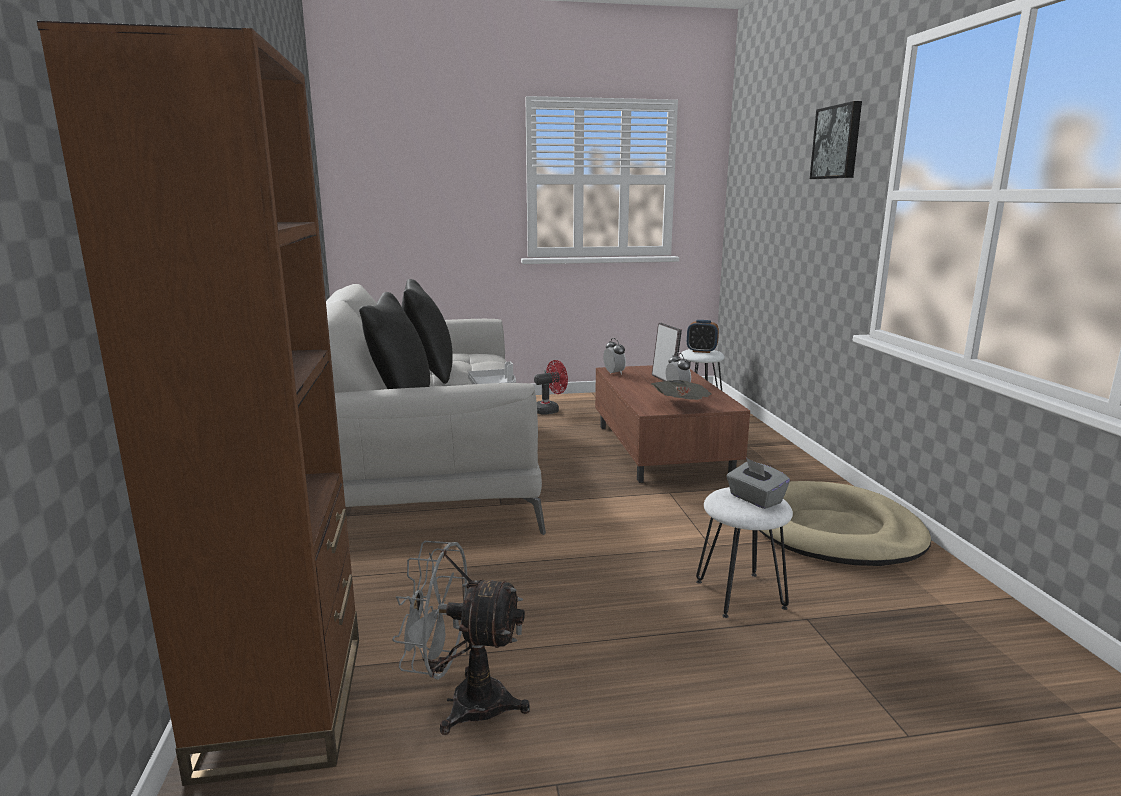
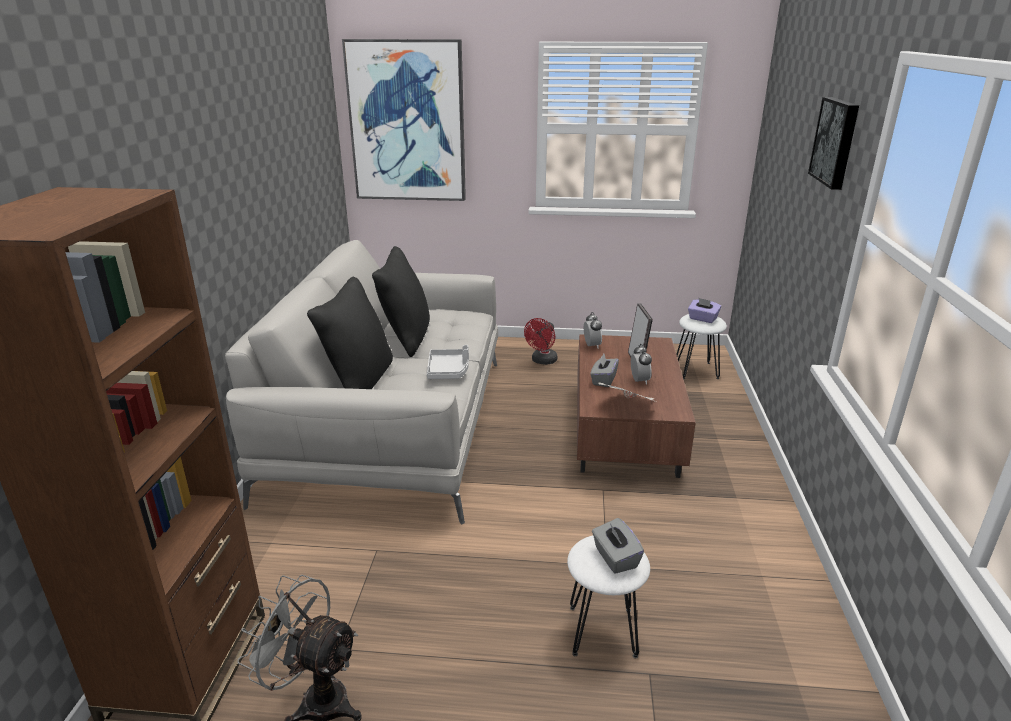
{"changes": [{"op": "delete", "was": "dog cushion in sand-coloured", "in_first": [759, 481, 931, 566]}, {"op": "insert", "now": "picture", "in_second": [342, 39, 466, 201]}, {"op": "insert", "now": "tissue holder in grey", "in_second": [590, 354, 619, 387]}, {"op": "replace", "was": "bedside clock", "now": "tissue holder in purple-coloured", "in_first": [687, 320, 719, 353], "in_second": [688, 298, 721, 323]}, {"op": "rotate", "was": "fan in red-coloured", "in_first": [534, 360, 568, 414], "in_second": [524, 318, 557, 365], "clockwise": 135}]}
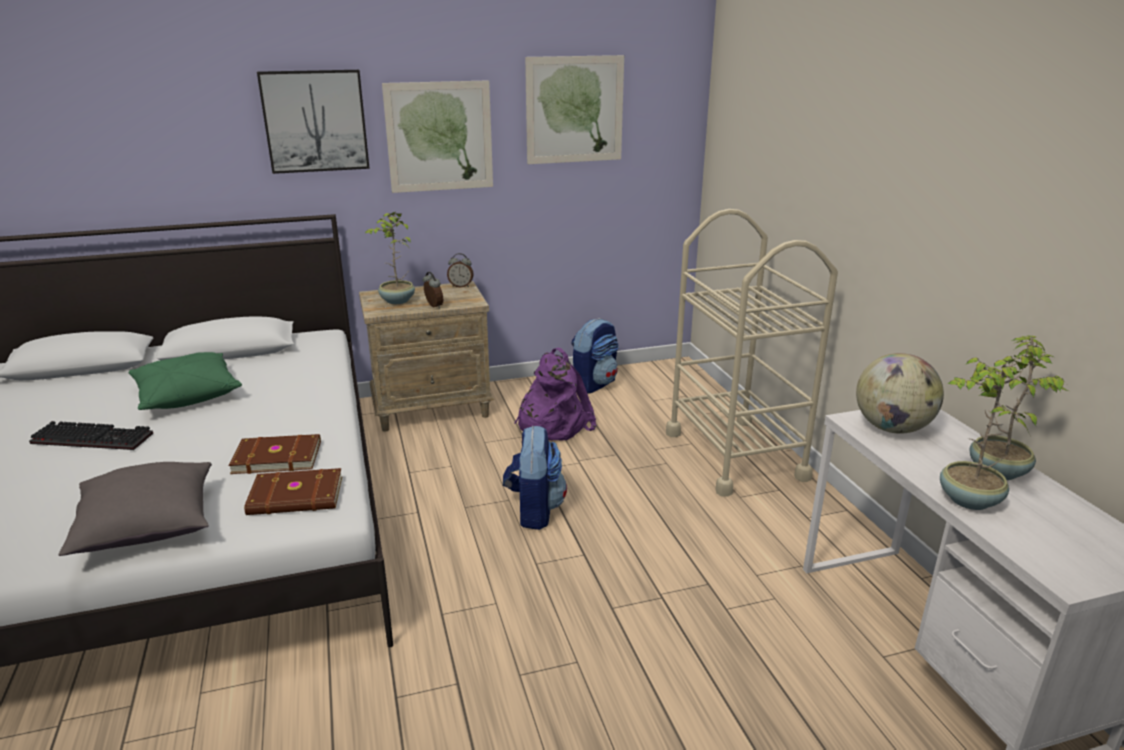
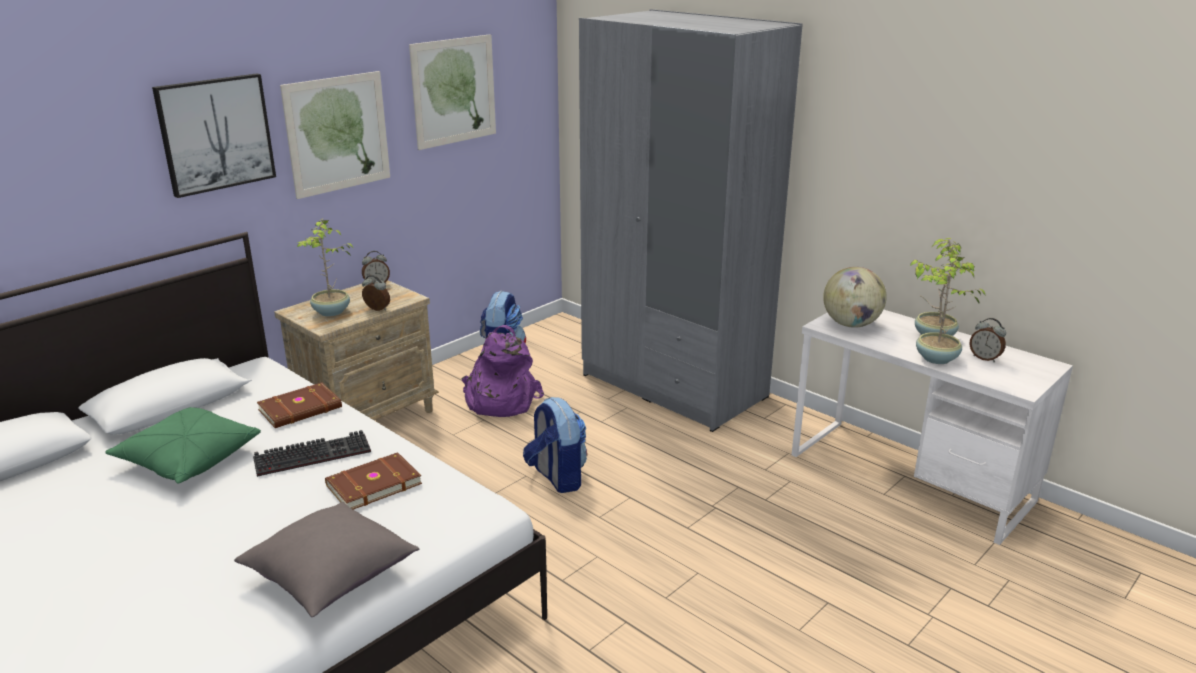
{"changes": [{"op": "insert", "now": "bedside clock", "in_second": [970, 318, 1006, 362]}, {"op": "move", "was": "keyboard", "in_first": [29, 421, 153, 450], "in_second": [253, 430, 371, 477]}, {"op": "move", "was": "volume in brown-coloured", "in_first": [244, 468, 342, 515], "in_second": [257, 383, 342, 428]}, {"op": "replace", "was": "wheeled cart in sand-coloured", "now": "armoire in grey", "in_first": [666, 209, 838, 497], "in_second": [579, 9, 803, 432]}]}
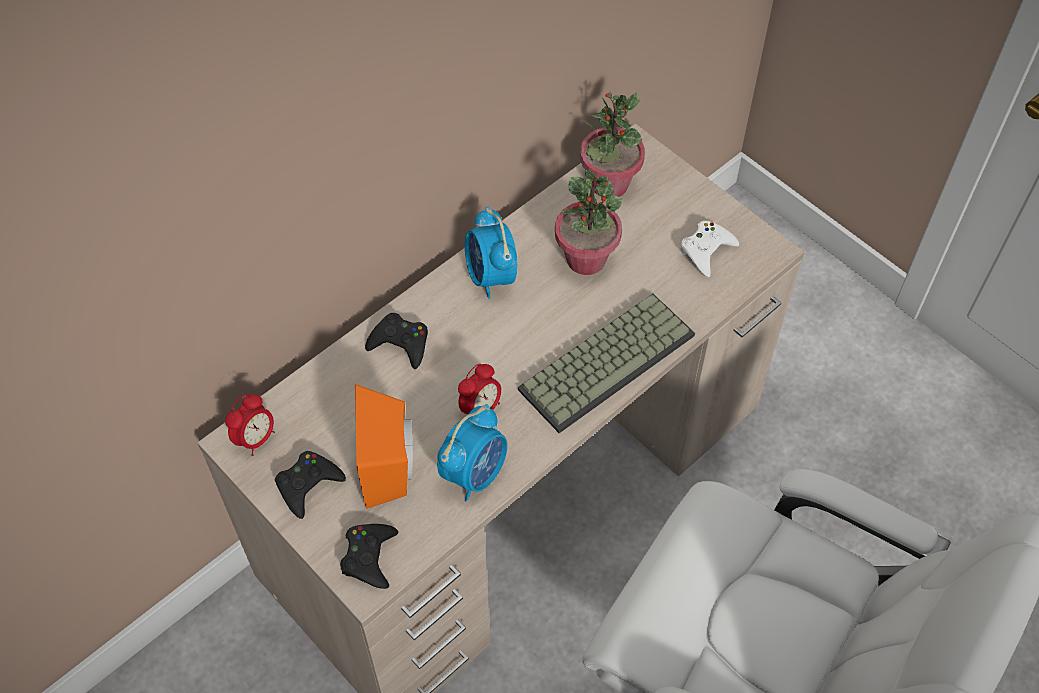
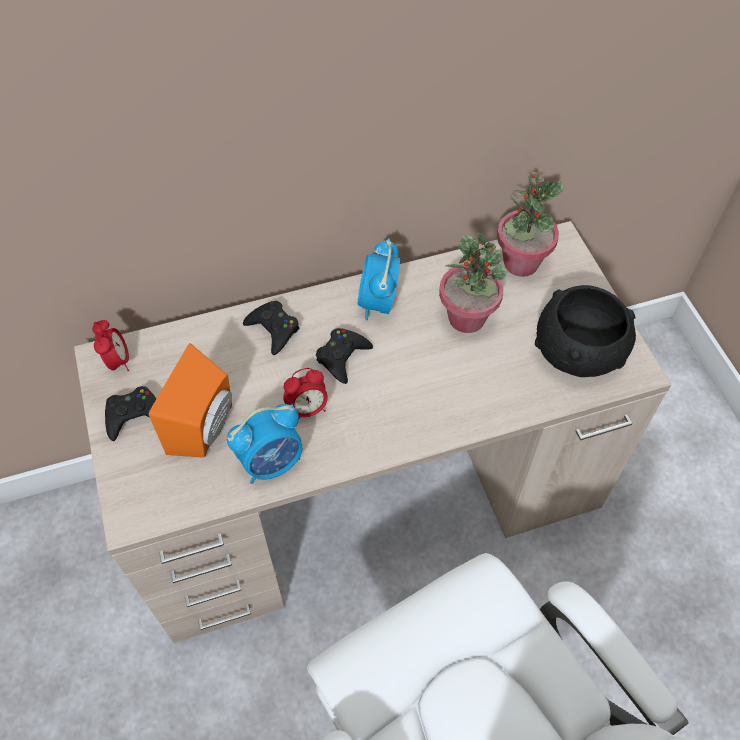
{"changes": [{"op": "delete", "was": "keyboard", "in_first": [518, 294, 695, 433]}, {"op": "move", "was": "game controller in blackish", "in_first": [340, 524, 398, 589], "in_second": [316, 328, 373, 384]}, {"op": "replace", "was": "game controller in white-coloured", "now": "bowl in blackish", "in_first": [680, 221, 739, 277], "in_second": [535, 285, 636, 377]}, {"op": "rotate", "was": "bedside clock", "in_first": [225, 394, 275, 456], "in_second": [92, 320, 129, 371], "clockwise": -75}]}
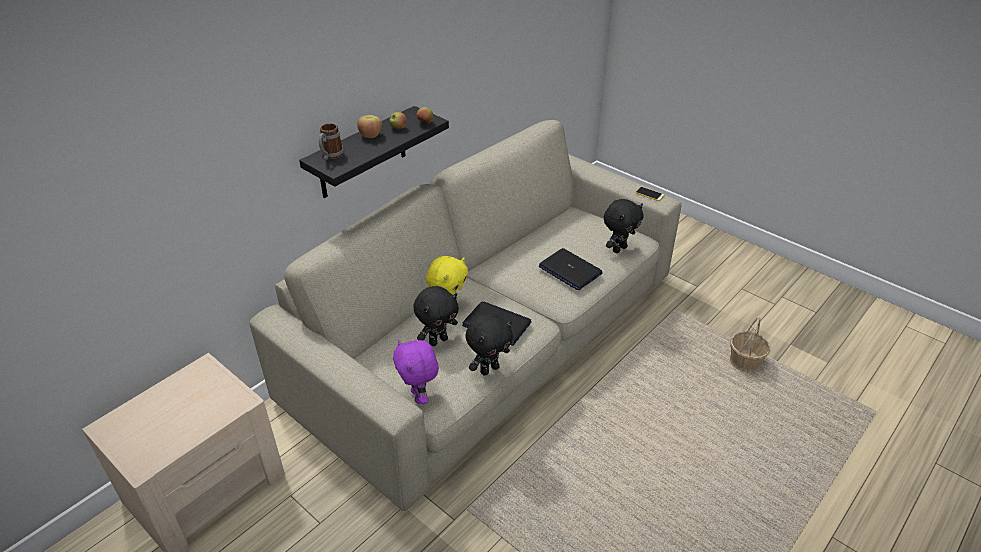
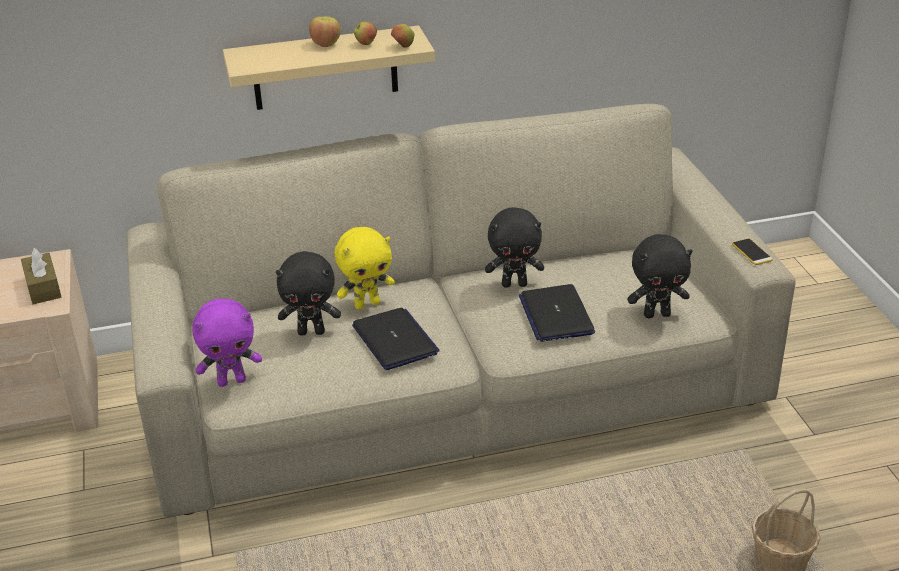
{"changes": [{"op": "delete", "was": "tea mug", "in_first": [319, 123, 344, 160]}, {"op": "insert", "now": "tissue holder in brown-coloured", "in_second": [21, 248, 61, 304]}, {"op": "move", "was": "soft toy in blackish", "in_first": [465, 313, 513, 376], "in_second": [485, 207, 544, 288]}, {"op": "recolor", "was": "bracket shelf in blackish", "now": "bracket shelf in sand-coloured", "in_first": [299, 106, 449, 198], "in_second": [223, 25, 435, 110]}, {"op": "rotate", "was": "soft toy in purple-coloured", "in_first": [393, 340, 439, 404], "in_second": [192, 299, 262, 387], "clockwise": -120}]}
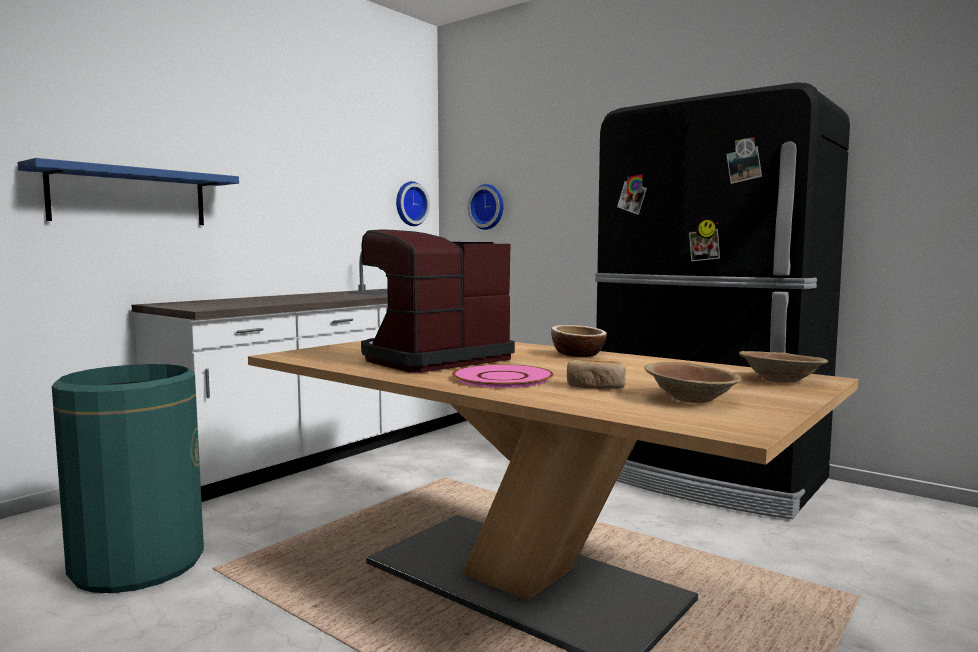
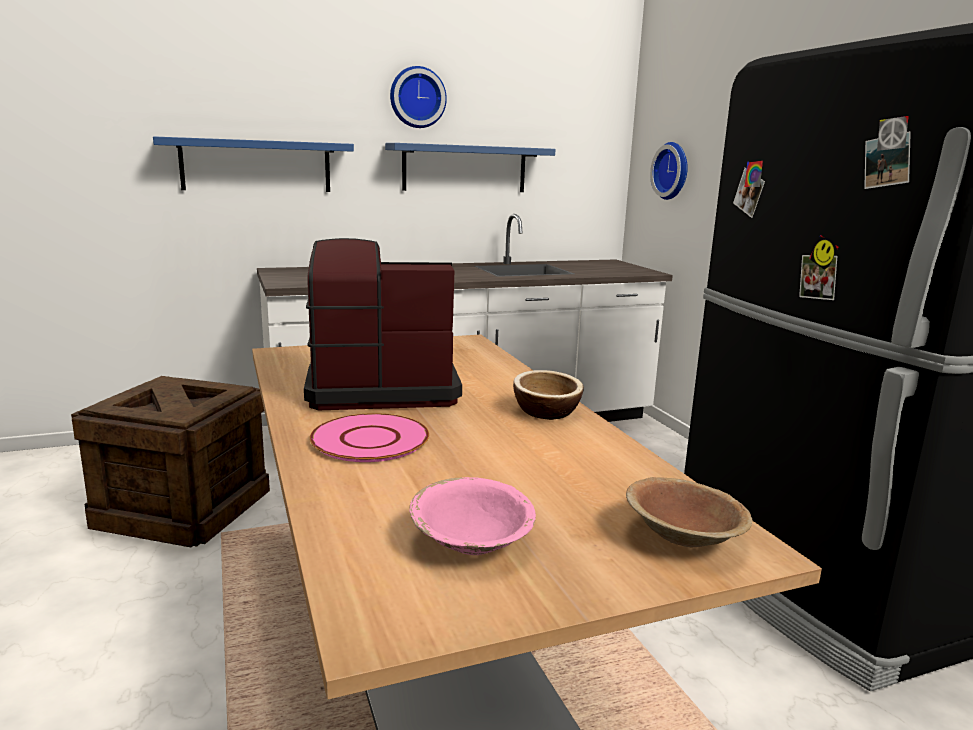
{"changes": [{"op": "delete", "was": "bread", "in_first": [567, 360, 626, 389]}, {"op": "insert", "now": "bracket shelf in blue-coloured", "in_second": [385, 143, 555, 192]}, {"op": "move", "was": "clock on the wall", "in_first": [396, 181, 430, 226], "in_second": [390, 66, 447, 128]}, {"op": "replace", "was": "trash can in greenish", "now": "shipping crate", "in_first": [52, 364, 204, 593], "in_second": [71, 376, 270, 547]}, {"op": "recolor", "was": "bowl in brown-coloured", "now": "bowl in pinkish", "in_first": [644, 362, 742, 403], "in_second": [409, 477, 536, 555]}]}
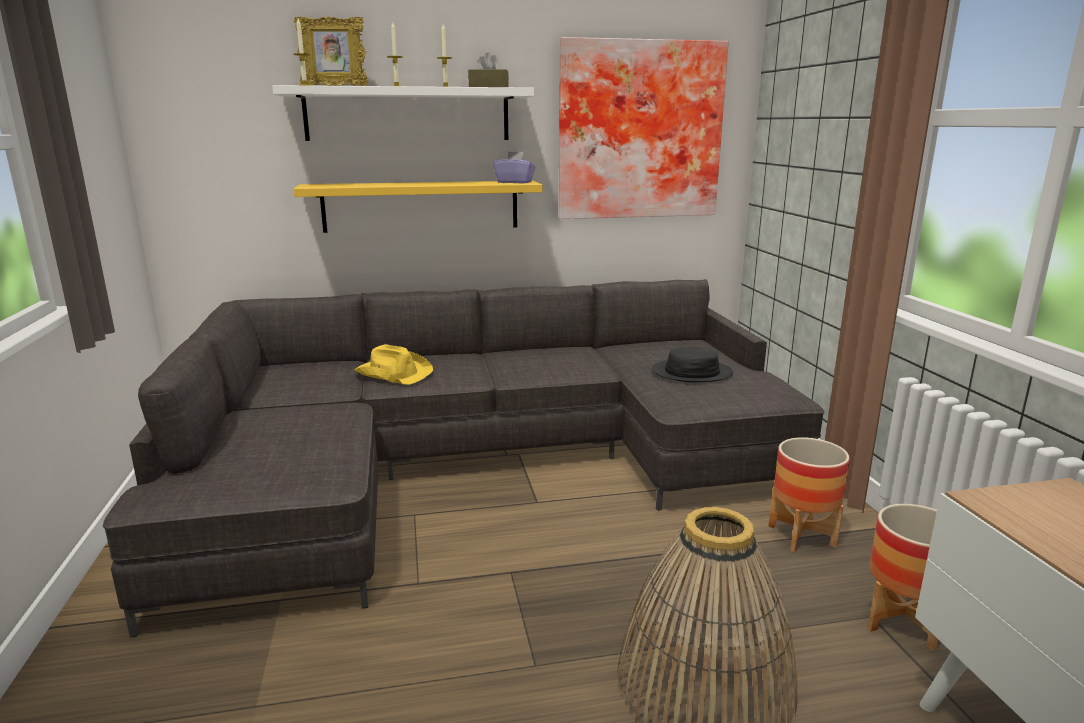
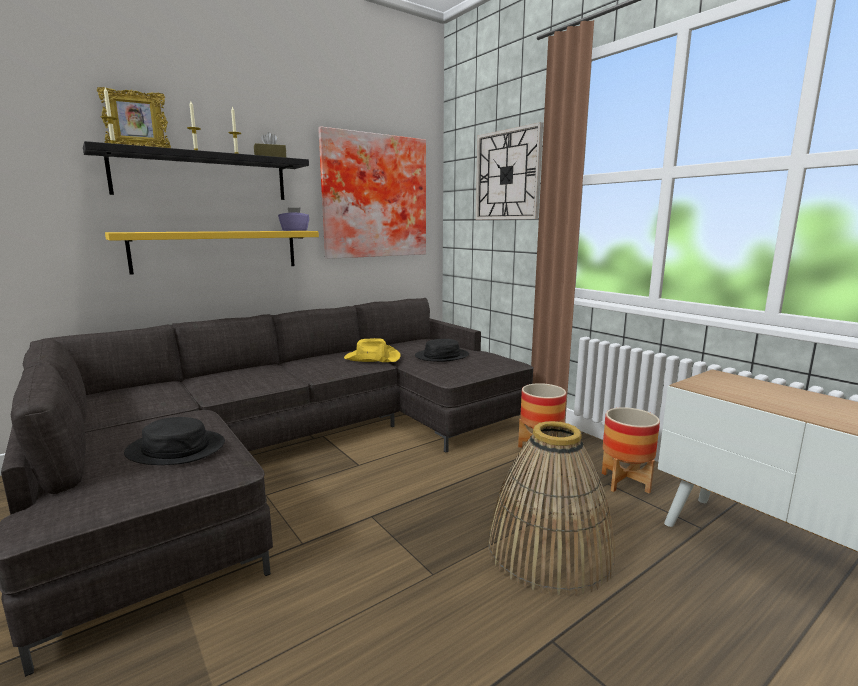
{"changes": [{"op": "insert", "now": "clothing hat in blackish", "in_second": [124, 417, 225, 465]}, {"op": "insert", "now": "clock on the wall", "in_second": [476, 122, 543, 220]}, {"op": "move", "was": "clothing hat in yellow-coloured", "in_first": [354, 344, 433, 385], "in_second": [344, 338, 401, 362]}, {"op": "recolor", "was": "bracket shelf in white-coloured", "now": "bracket shelf in blackish", "in_first": [272, 85, 534, 141], "in_second": [83, 141, 309, 200]}]}
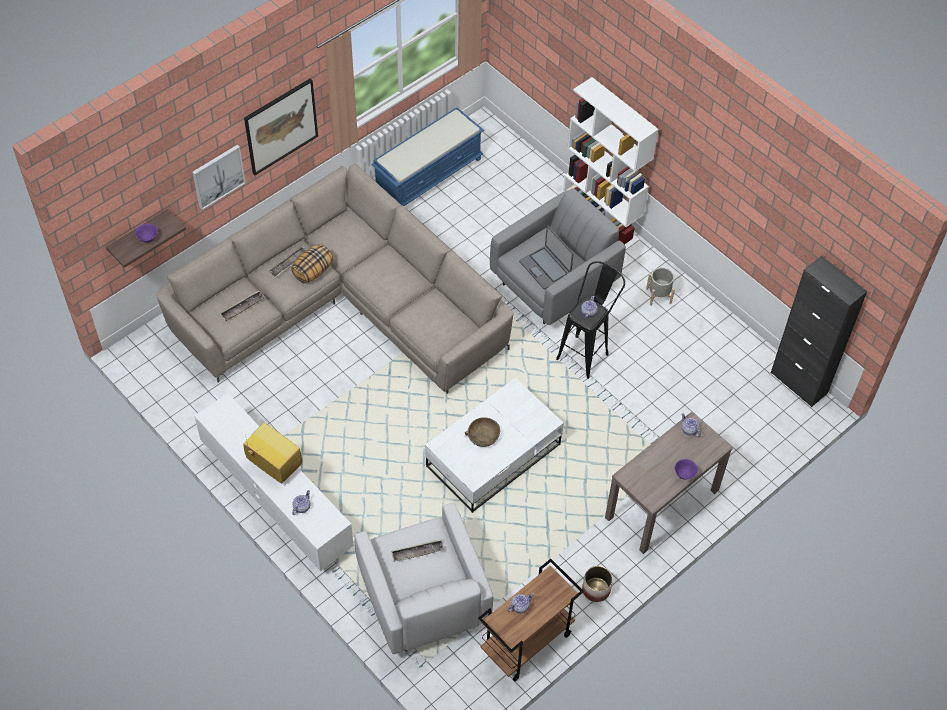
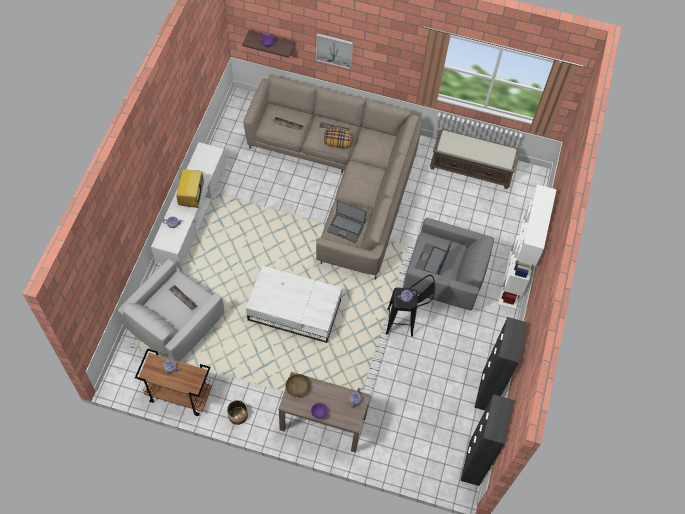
{"changes": [{"op": "delete", "was": "picture", "in_first": [244, 78, 318, 175]}, {"op": "delete", "was": "planter in grey", "in_first": [646, 268, 675, 306]}, {"op": "insert", "now": "laptop", "in_second": [327, 200, 366, 243]}, {"op": "insert", "now": "storage cabinet in blackish", "in_second": [474, 317, 527, 410]}, {"op": "move", "was": "bowl in brown-coloured", "in_first": [465, 417, 500, 447], "in_second": [285, 374, 311, 397]}, {"op": "recolor", "was": "bench in blue-coloured", "now": "bench in brown-coloured", "in_first": [371, 107, 484, 206], "in_second": [430, 129, 520, 189]}]}
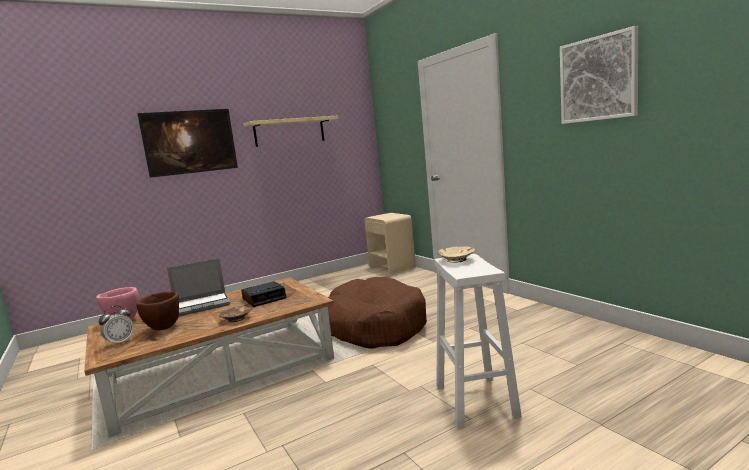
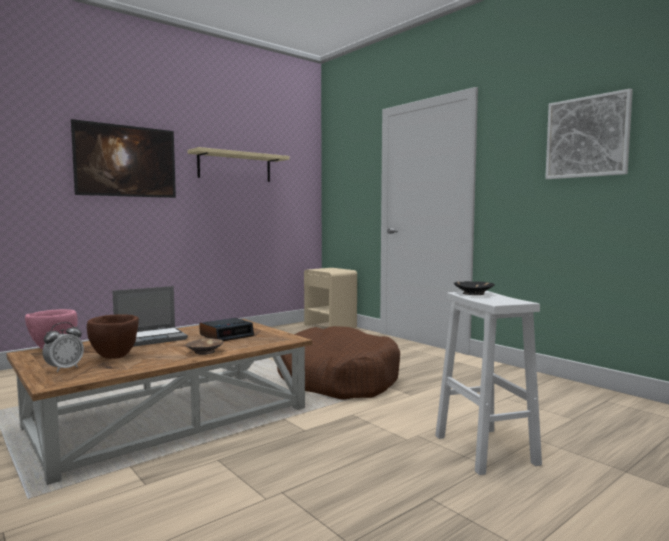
{"changes": [{"op": "recolor", "was": "bowl in sand-coloured", "now": "bowl in blackish", "in_first": [437, 246, 475, 263], "in_second": [453, 281, 495, 295]}]}
